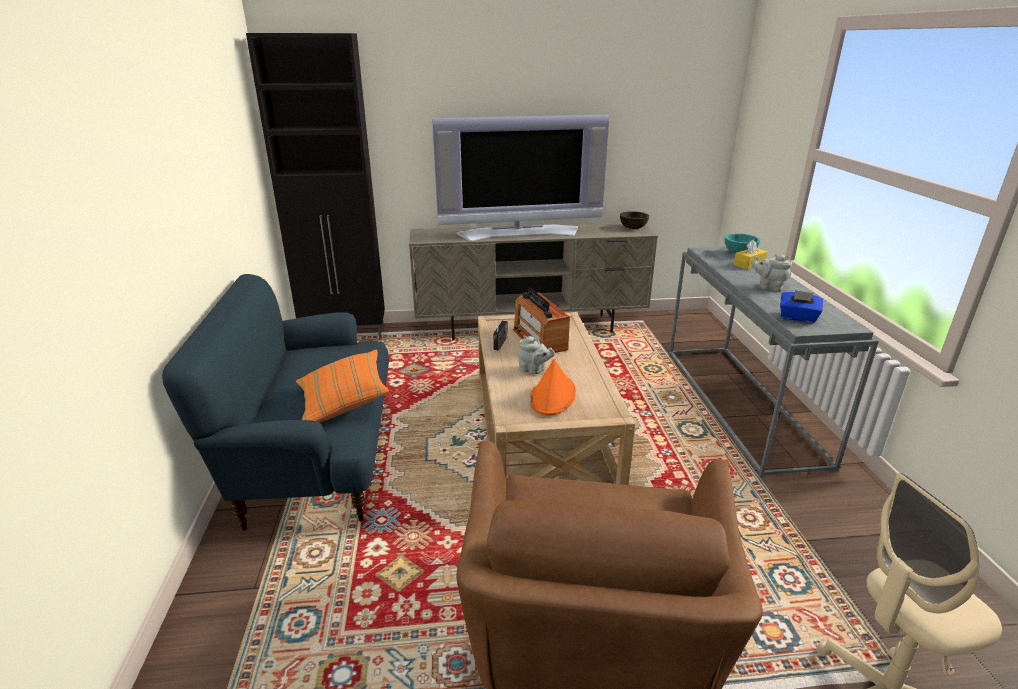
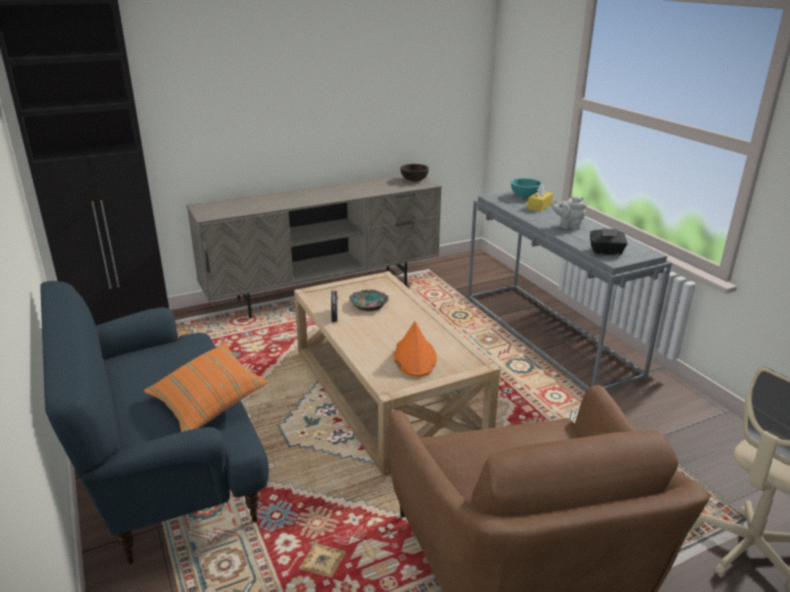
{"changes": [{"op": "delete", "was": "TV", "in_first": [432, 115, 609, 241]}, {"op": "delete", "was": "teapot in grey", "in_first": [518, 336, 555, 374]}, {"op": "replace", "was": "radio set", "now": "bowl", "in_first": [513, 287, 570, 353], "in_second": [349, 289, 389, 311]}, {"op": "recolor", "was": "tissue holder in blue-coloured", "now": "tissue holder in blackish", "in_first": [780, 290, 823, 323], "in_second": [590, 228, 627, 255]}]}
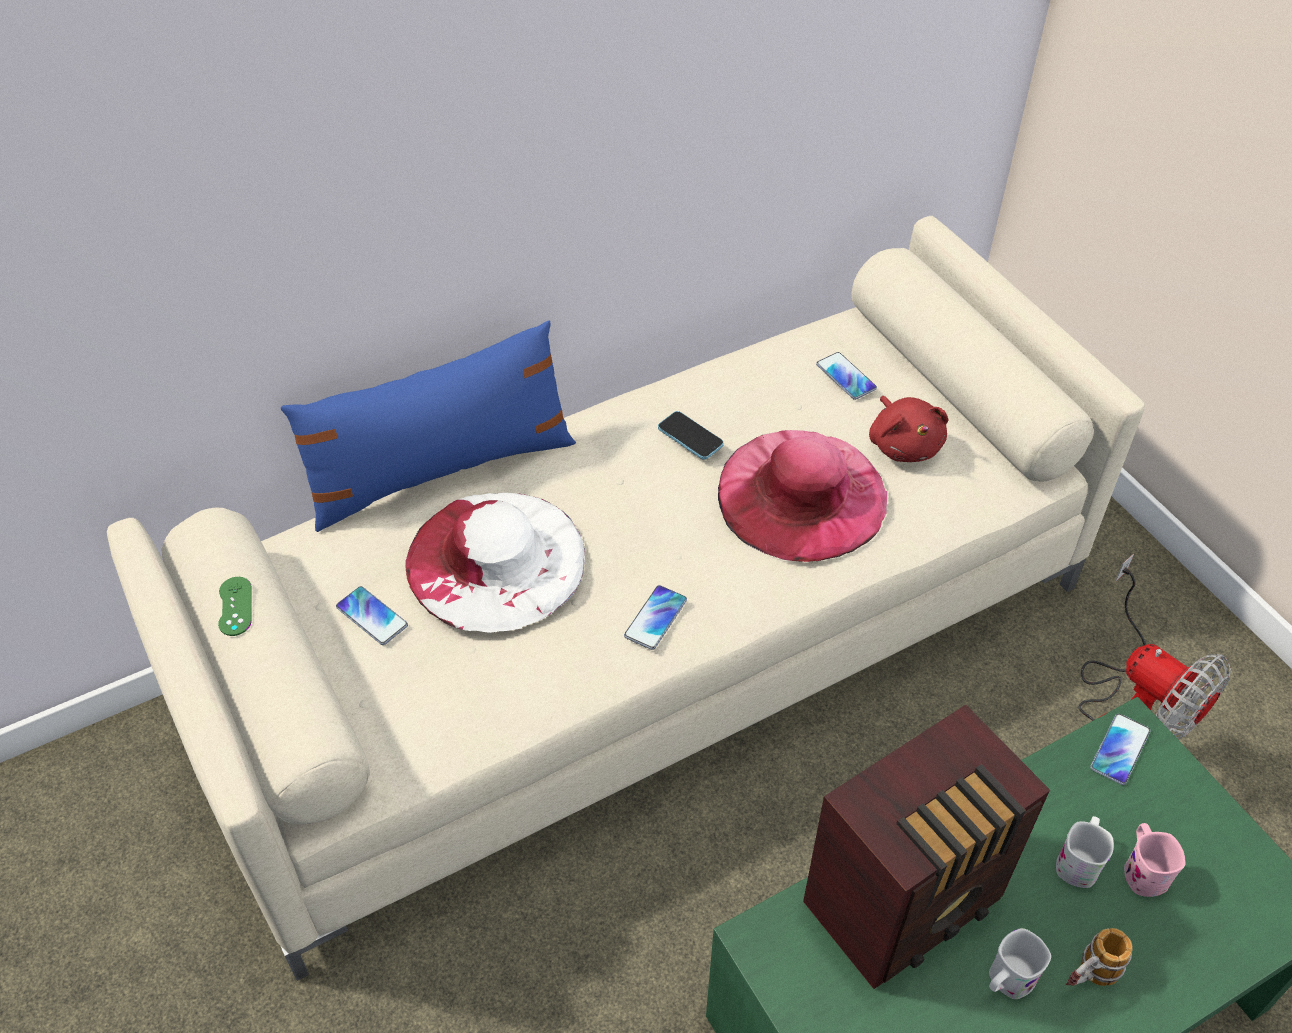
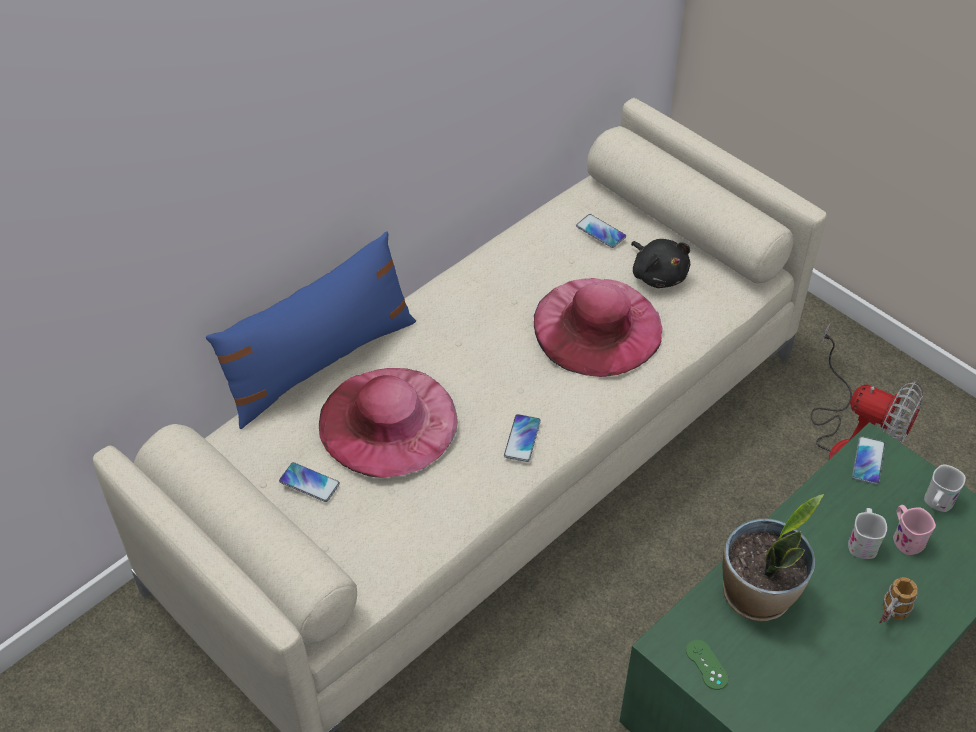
{"changes": [{"op": "delete", "was": "phone", "in_first": [658, 411, 724, 460]}, {"op": "move", "was": "game controller in greenish", "in_first": [218, 577, 252, 636], "in_second": [686, 640, 728, 690]}, {"op": "move", "was": "tea mug in white-coloured", "in_first": [989, 928, 1051, 999], "in_second": [924, 464, 966, 512]}, {"op": "replace", "was": "radio set", "now": "houseplant", "in_first": [803, 705, 1050, 989], "in_second": [722, 494, 824, 621]}, {"op": "recolor", "was": "clothing hat in white-coloured", "now": "clothing hat in pinkish", "in_first": [405, 493, 585, 633], "in_second": [319, 368, 458, 478]}, {"op": "recolor", "was": "soft toy in red-coloured", "now": "soft toy in blackish", "in_first": [869, 396, 948, 462], "in_second": [631, 239, 690, 288]}]}
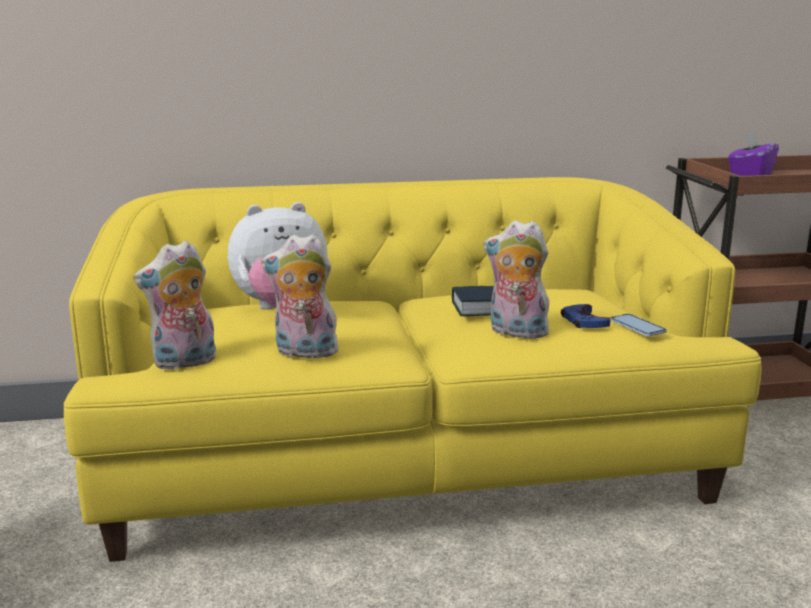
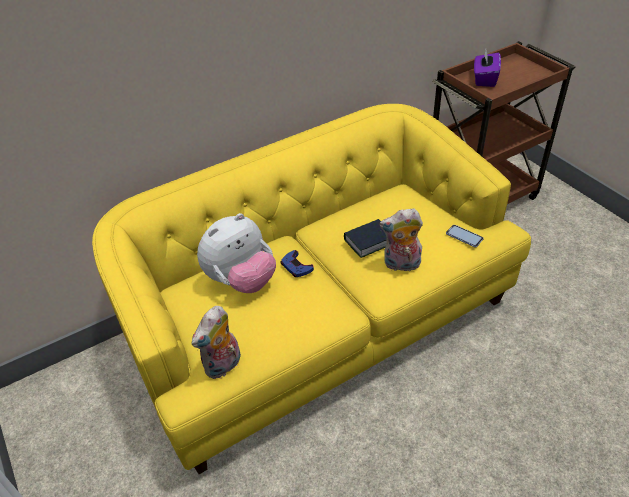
{"changes": [{"op": "delete", "was": "soft toy", "in_first": [261, 234, 342, 358]}, {"op": "move", "was": "game controller in blue-coloured", "in_first": [561, 304, 610, 328], "in_second": [280, 250, 314, 277]}]}
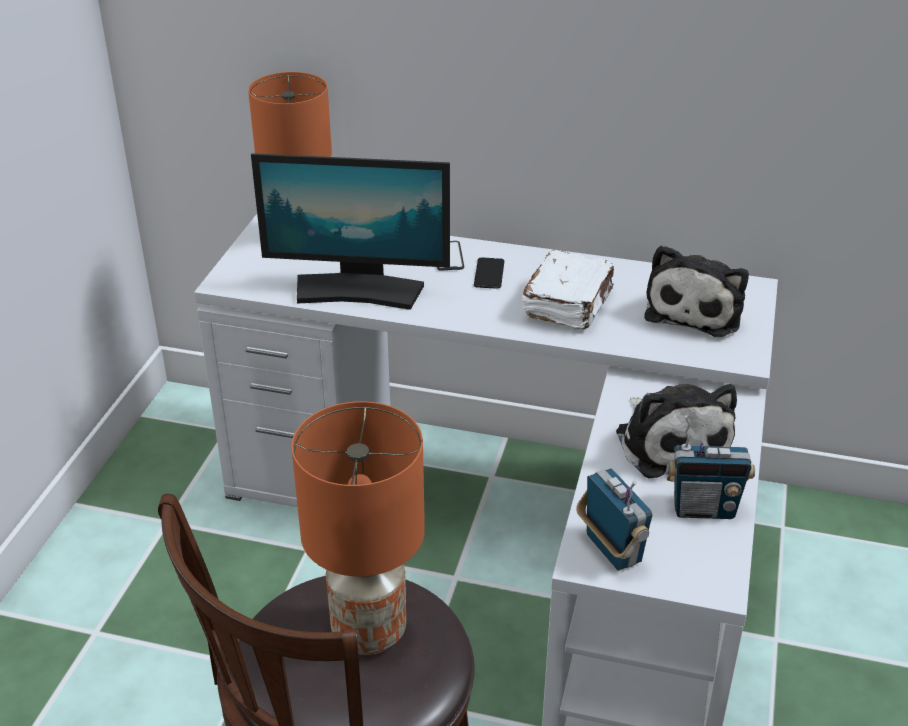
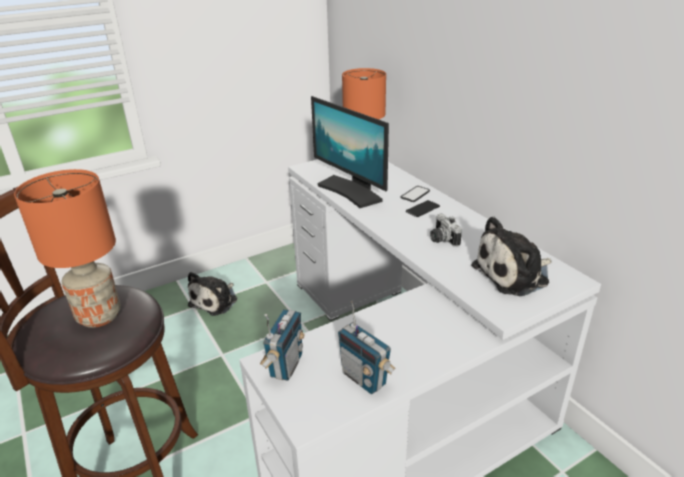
{"changes": [{"op": "move", "was": "soft toy", "in_first": [616, 384, 737, 478], "in_second": [188, 272, 237, 316]}, {"op": "replace", "was": "volume in white-coloured", "now": "still camera", "in_first": [522, 250, 614, 329], "in_second": [430, 214, 462, 247]}]}
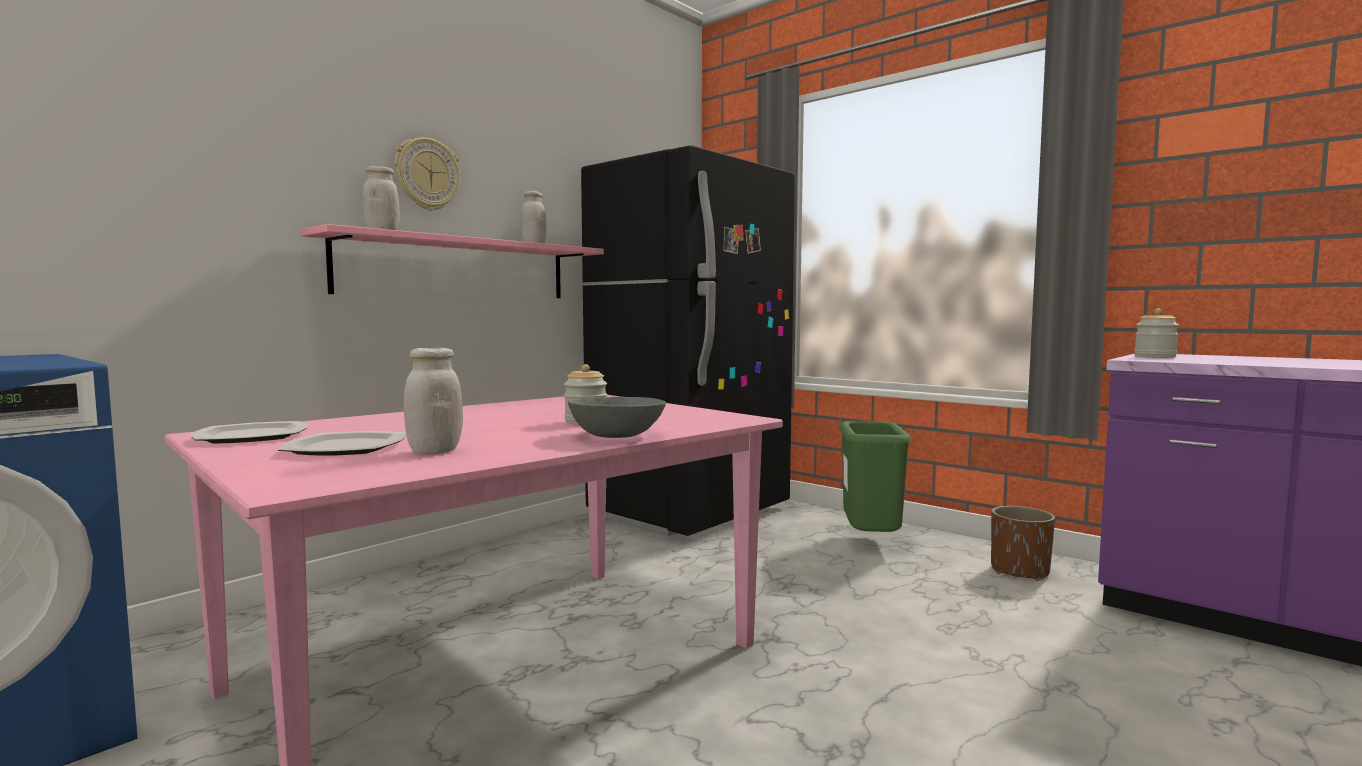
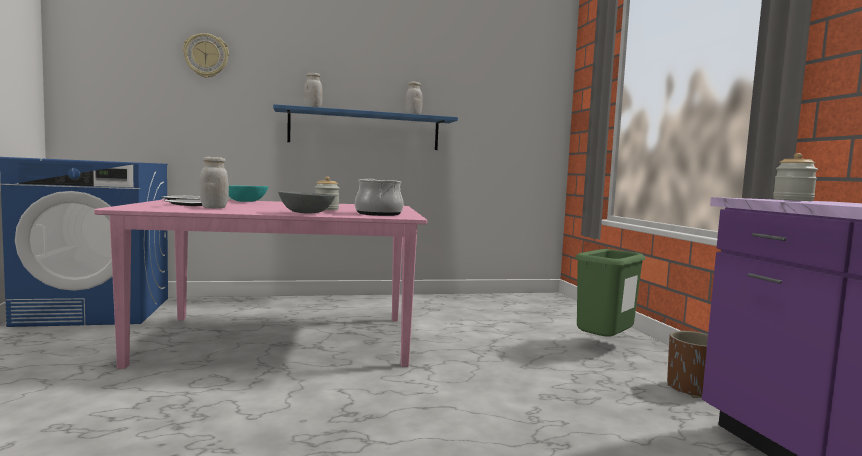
{"changes": [{"op": "delete", "was": "refrigerator in blackish", "in_first": [581, 145, 795, 536]}, {"op": "insert", "now": "bowl in turquoise-coloured", "in_second": [229, 186, 269, 202]}, {"op": "insert", "now": "saucepot", "in_second": [355, 179, 404, 216]}, {"op": "move", "was": "clock on the wall", "in_first": [394, 137, 461, 211], "in_second": [183, 33, 229, 78]}, {"op": "recolor", "was": "bracket shelf in pinkish", "now": "bracket shelf in blue-coloured", "in_first": [300, 224, 604, 298], "in_second": [273, 104, 458, 150]}]}
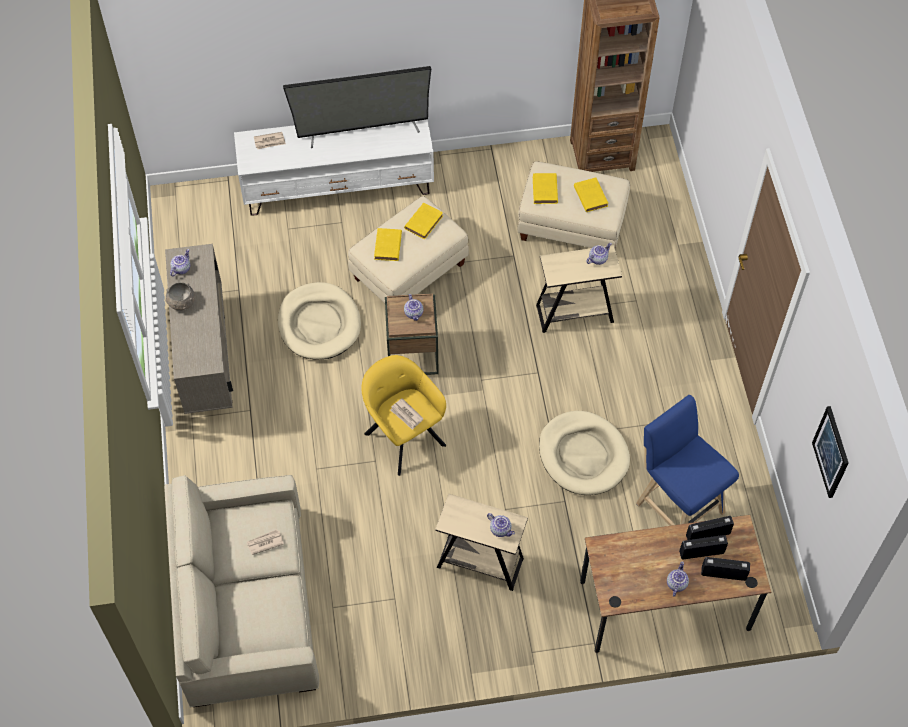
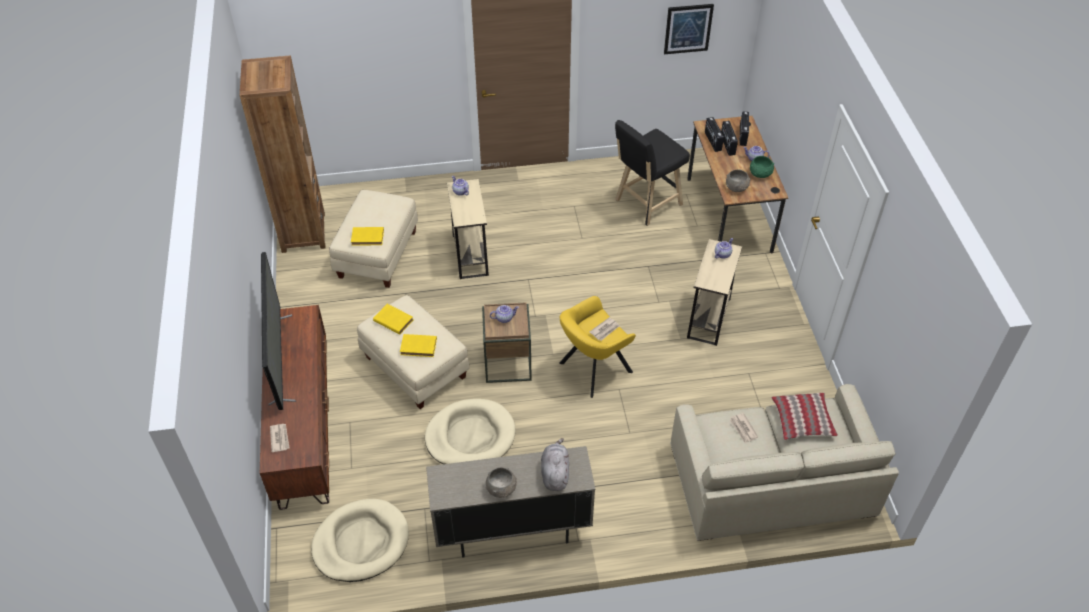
{"changes": [{"op": "delete", "was": "teapot", "in_first": [170, 249, 190, 276]}, {"op": "delete", "was": "volume in yellow-coloured", "in_first": [574, 178, 608, 212]}, {"op": "insert", "now": "soft toy in grey", "in_second": [541, 438, 569, 491]}, {"op": "insert", "now": "bowl in grey", "in_second": [726, 170, 750, 192]}, {"op": "insert", "now": "bowl in greenish", "in_second": [750, 156, 774, 178]}, {"op": "insert", "now": "pillow", "in_second": [772, 393, 838, 440]}, {"op": "move", "was": "dog cushion in sand-coloured", "in_first": [539, 411, 630, 495], "in_second": [311, 499, 409, 582]}, {"op": "recolor", "was": "tv stand in white-coloured", "now": "tv stand in brown-coloured", "in_first": [234, 119, 434, 216], "in_second": [260, 305, 329, 510]}, {"op": "recolor", "was": "sitting stool in blue-coloured", "now": "sitting stool in blackish", "in_first": [636, 395, 739, 526], "in_second": [615, 120, 690, 226]}]}
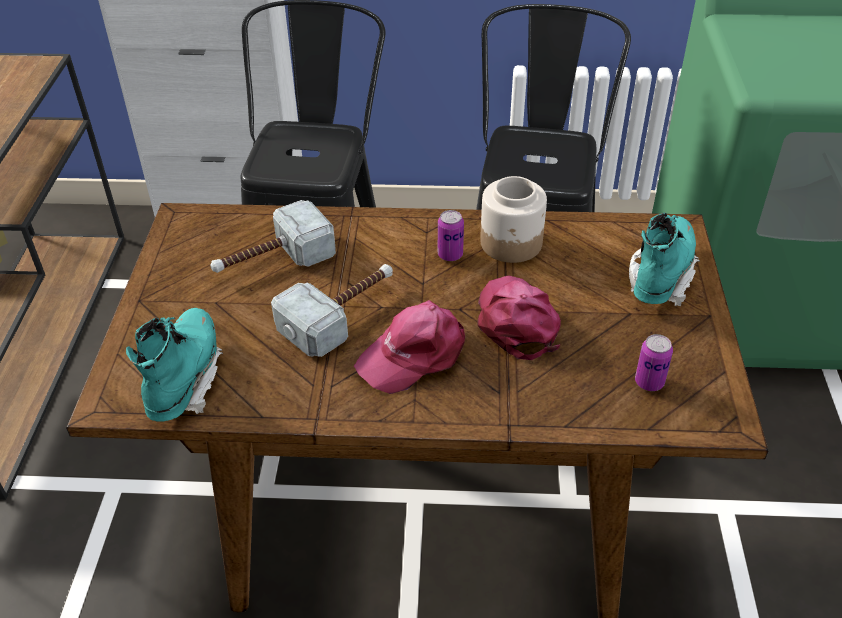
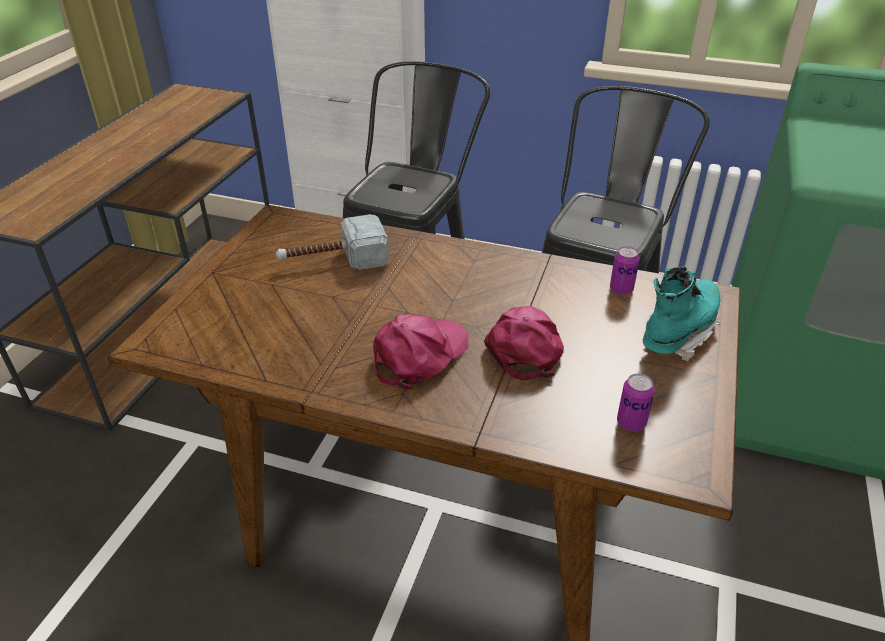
{"changes": [{"op": "delete", "was": "boot in turquoise-coloured", "in_first": [126, 308, 223, 422]}, {"op": "delete", "was": "tool hammer", "in_first": [271, 264, 393, 357]}, {"op": "delete", "was": "preserve jar", "in_first": [480, 176, 547, 263]}, {"op": "move", "was": "metal can", "in_first": [438, 210, 464, 261], "in_second": [610, 246, 640, 295]}, {"op": "rotate", "was": "baseball cap in pinkish", "in_first": [354, 300, 465, 394], "in_second": [373, 314, 468, 390], "clockwise": 150}]}
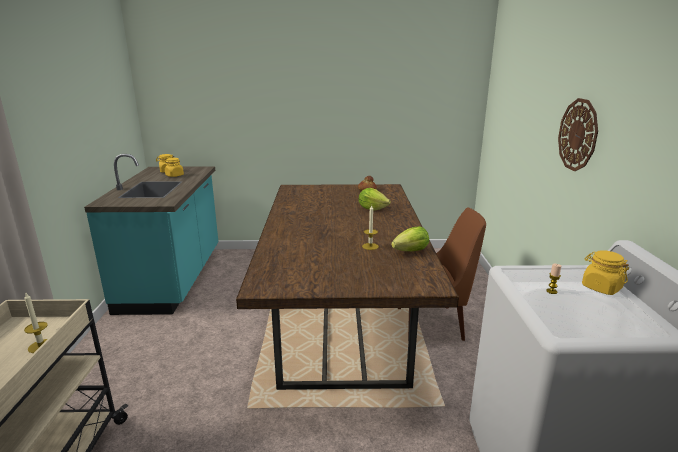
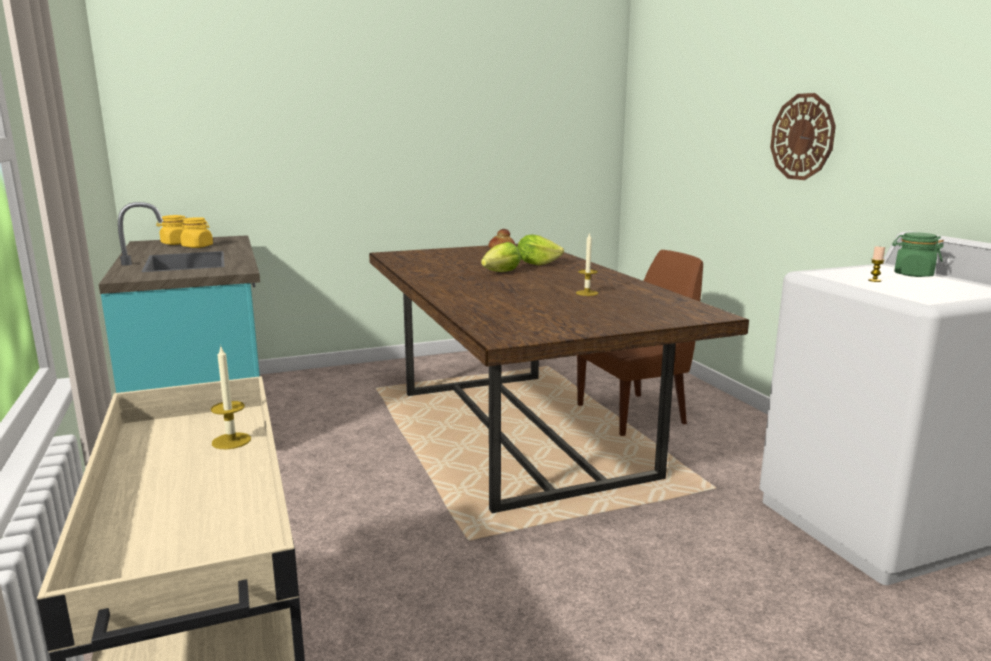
{"changes": [{"op": "move", "was": "lettuce head", "in_first": [391, 226, 429, 251], "in_second": [481, 242, 521, 272]}, {"op": "recolor", "was": "preserve jar in yellow-coloured", "now": "preserve jar in greenish", "in_first": [582, 250, 629, 295], "in_second": [892, 232, 944, 277]}]}
